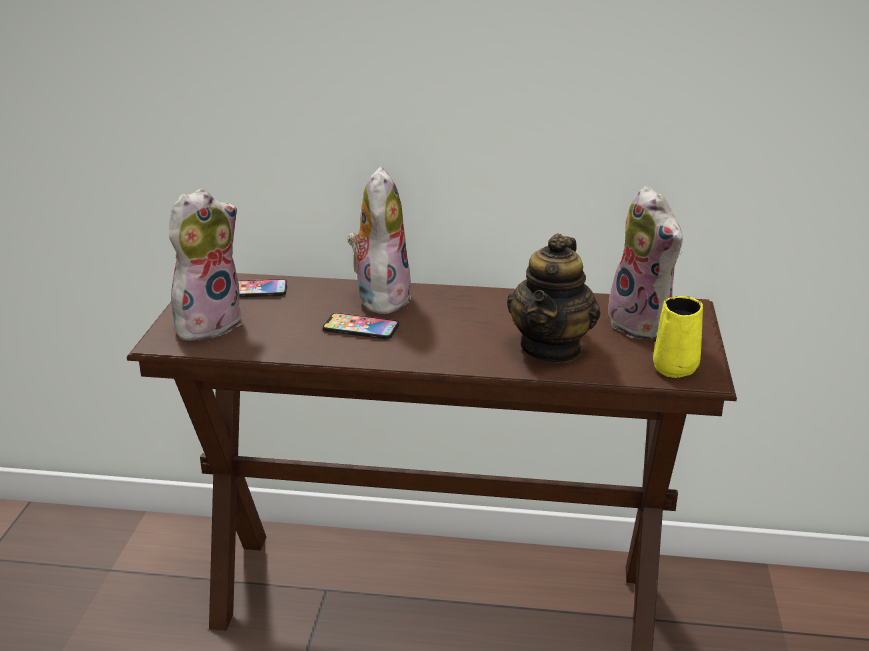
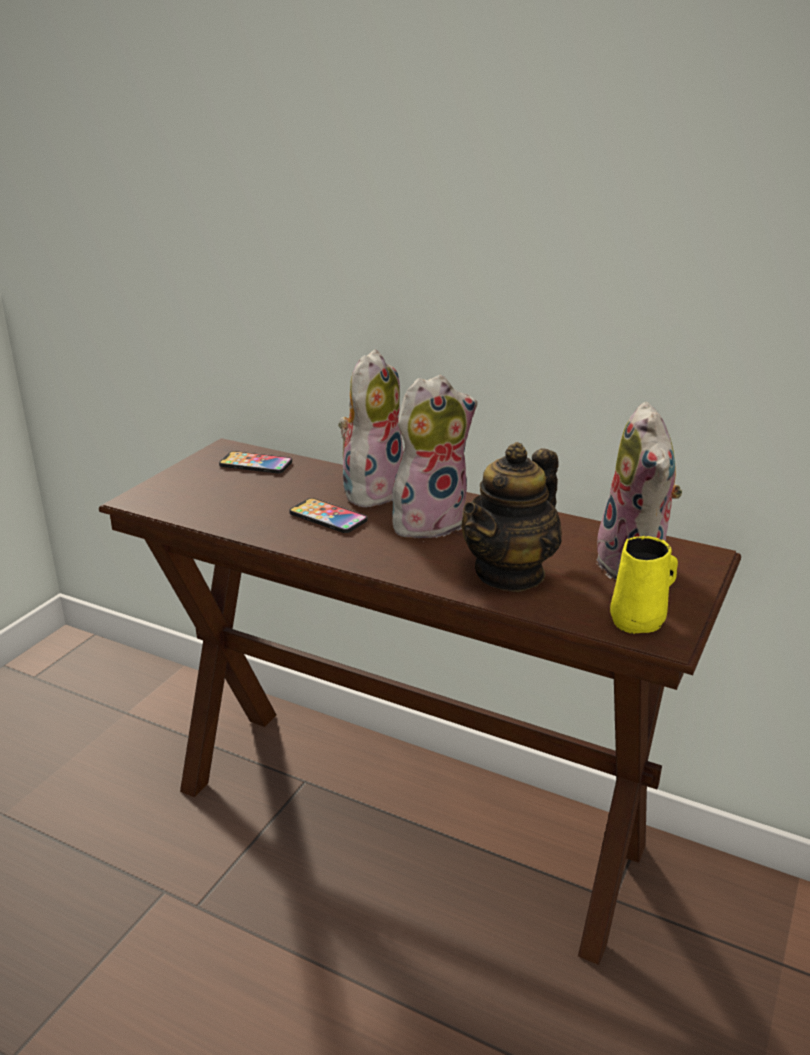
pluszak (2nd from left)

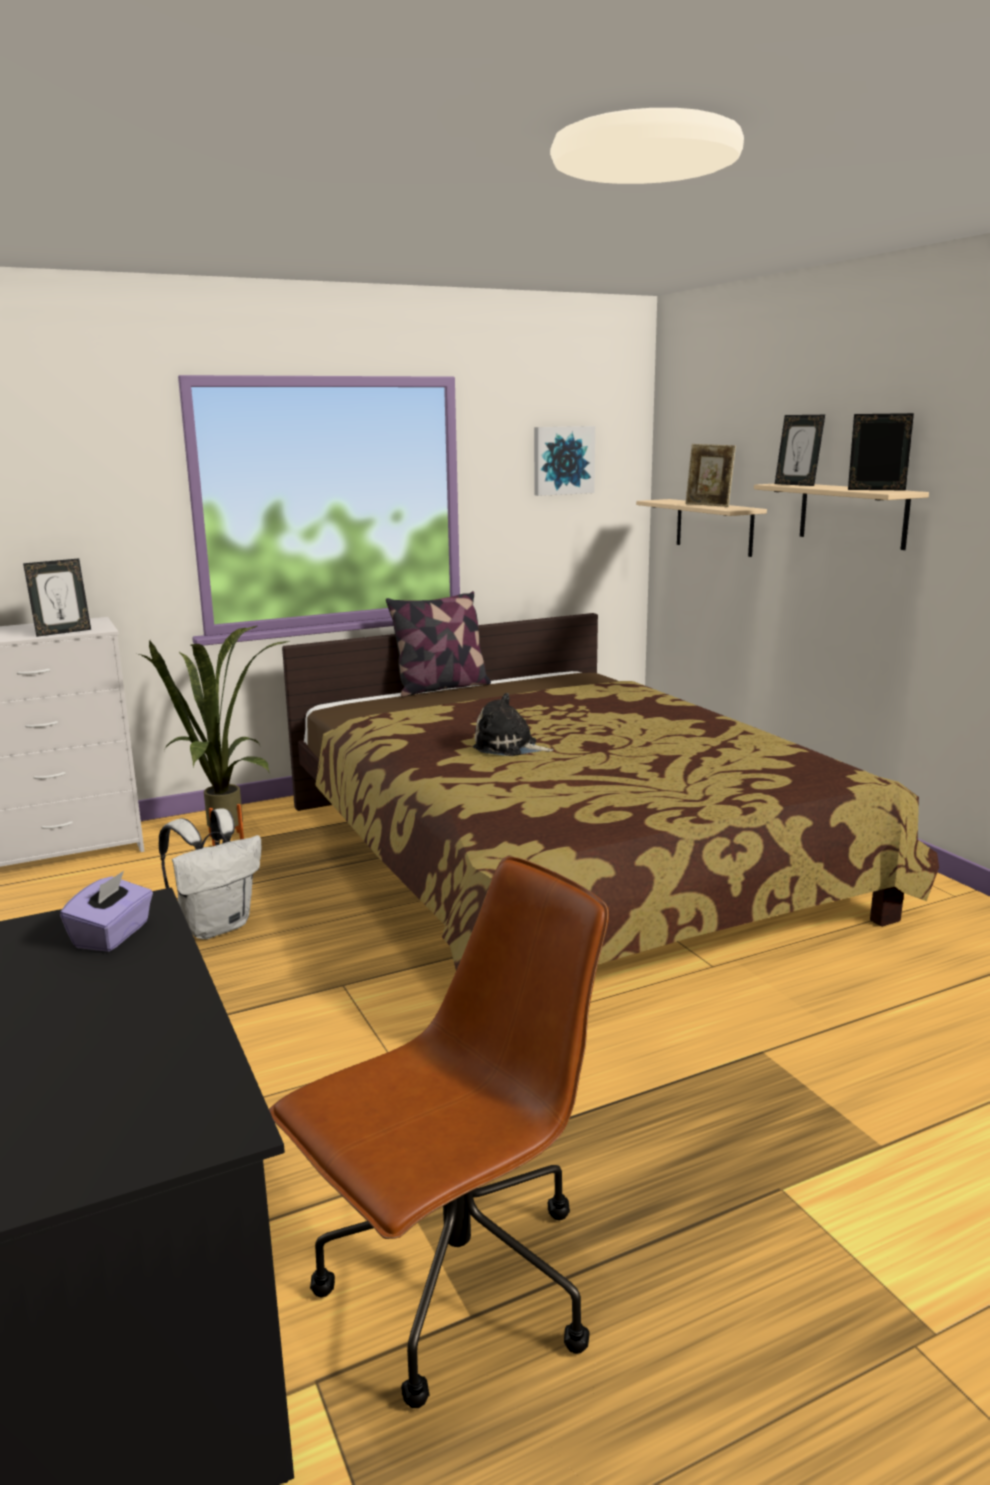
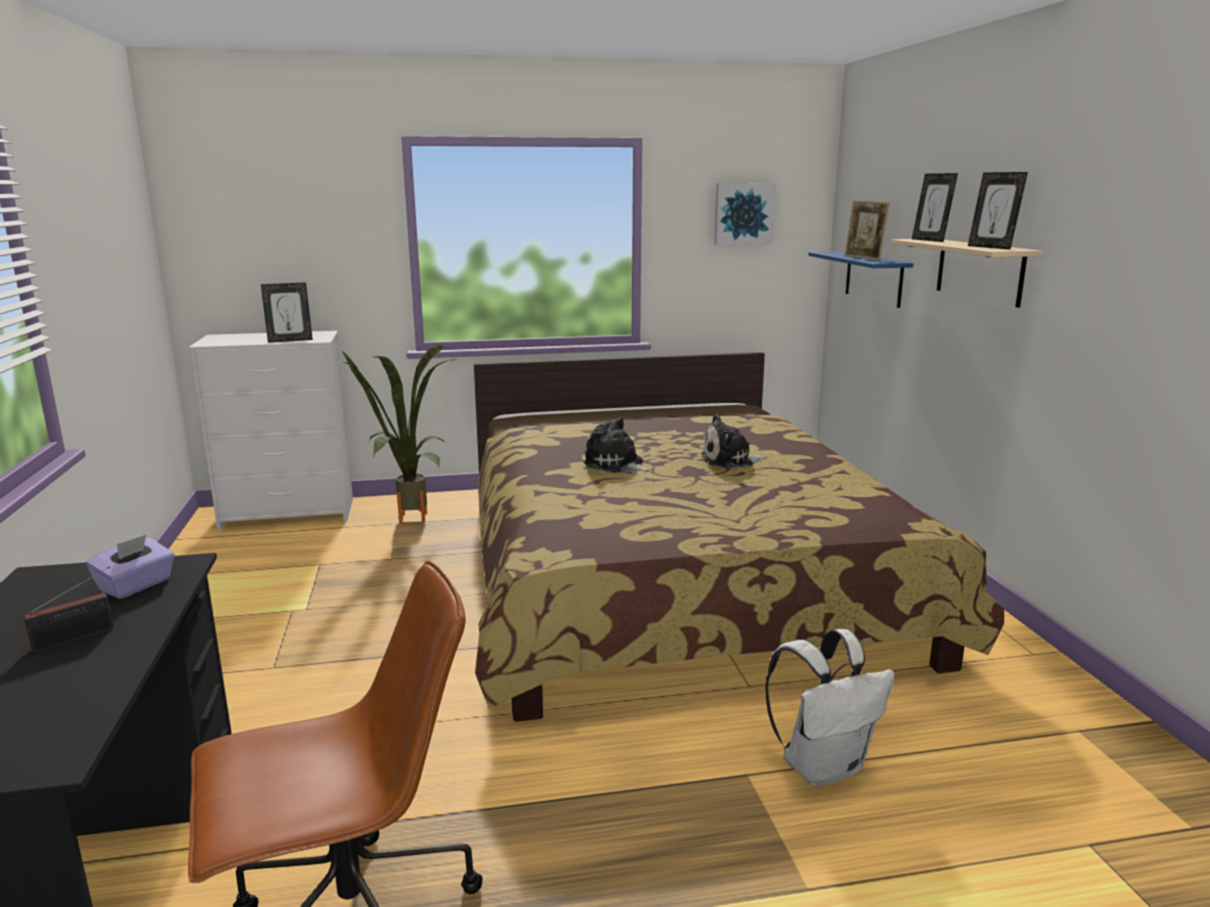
poduszka
radio
pluszak (2nd from left)
plecak [biały]
półka [niebieski]
ramka na zdjęcie (4th from left)

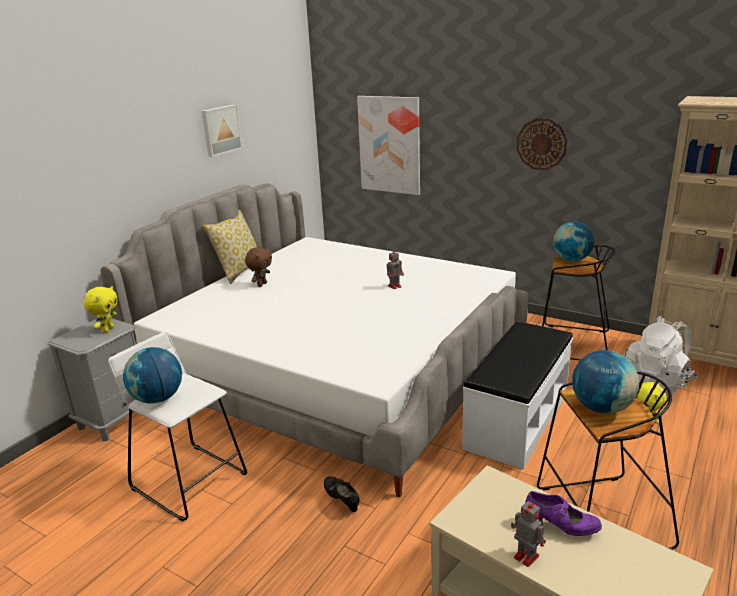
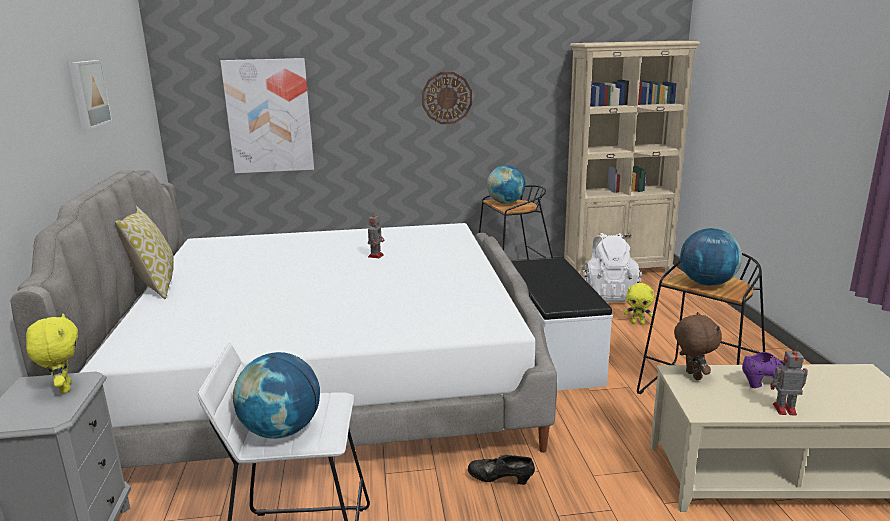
pluszak [brązowy]

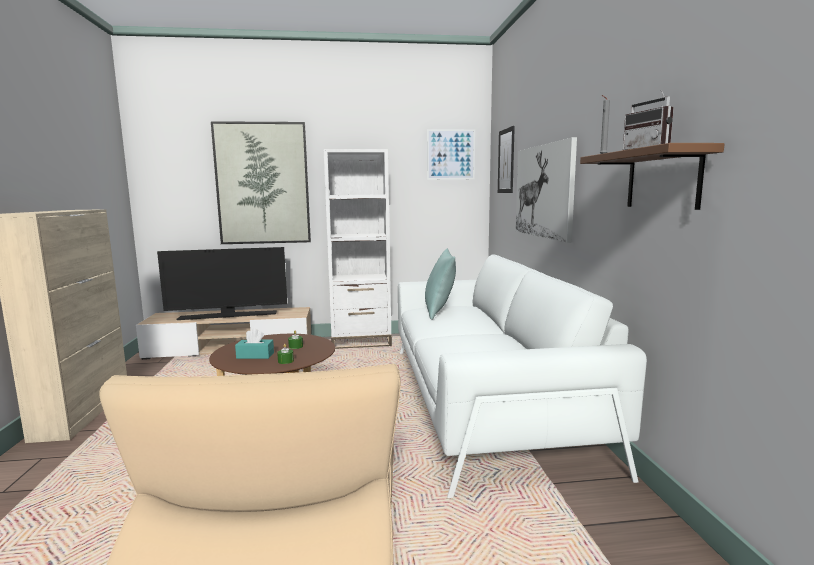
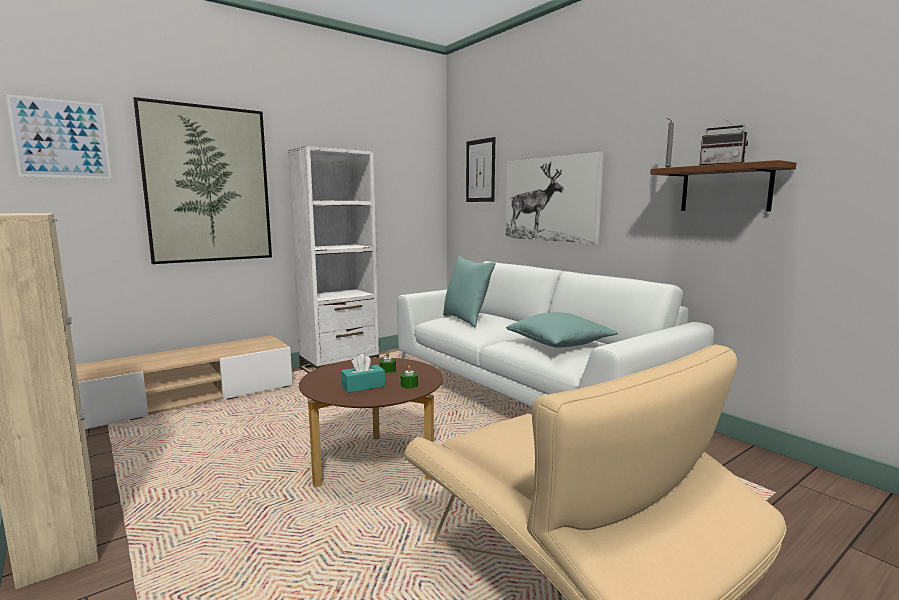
telewizor
poduszka [turkusowy] (2nd from left)
obraz (1st from left)

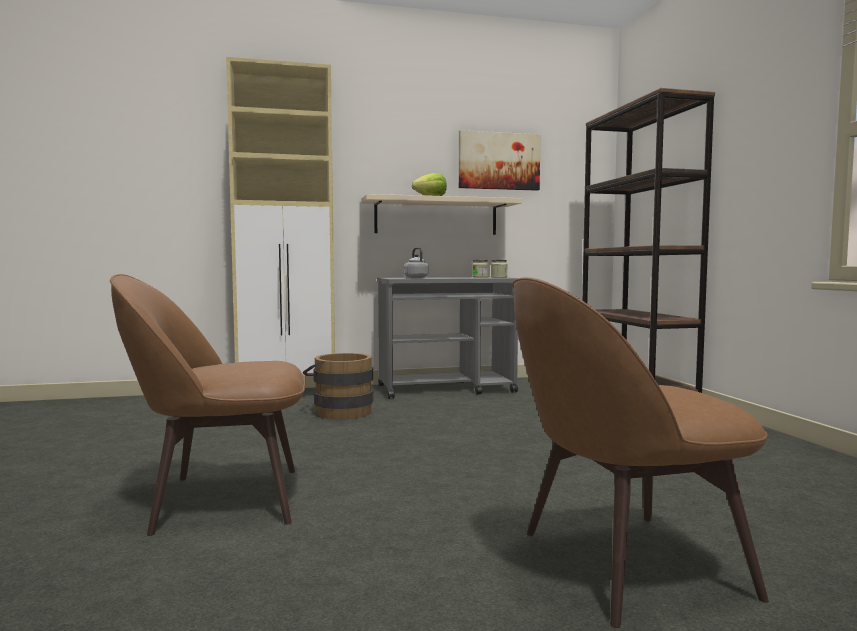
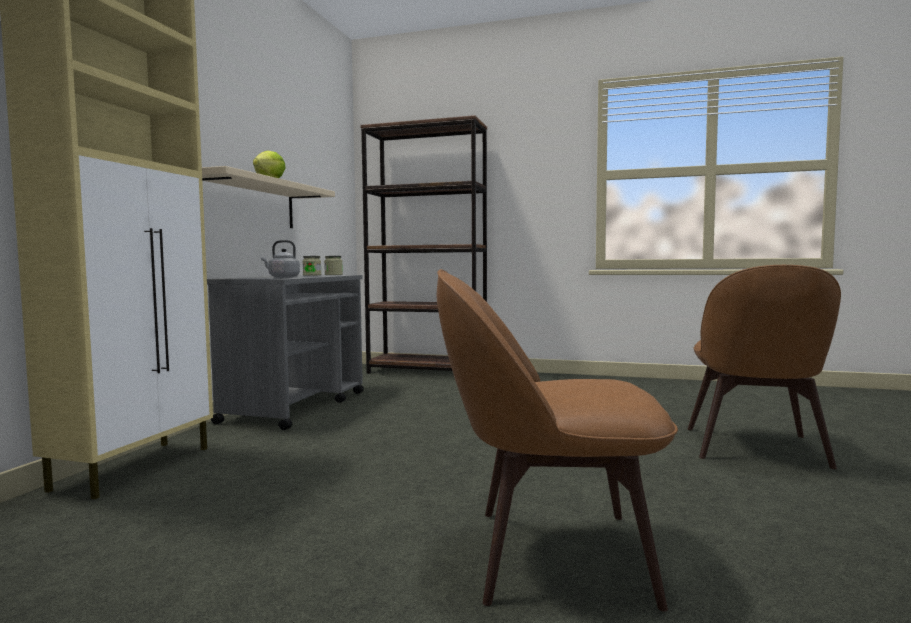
wiadro [brązowy]
obraz
krzesło [brązowy] (1st from left)

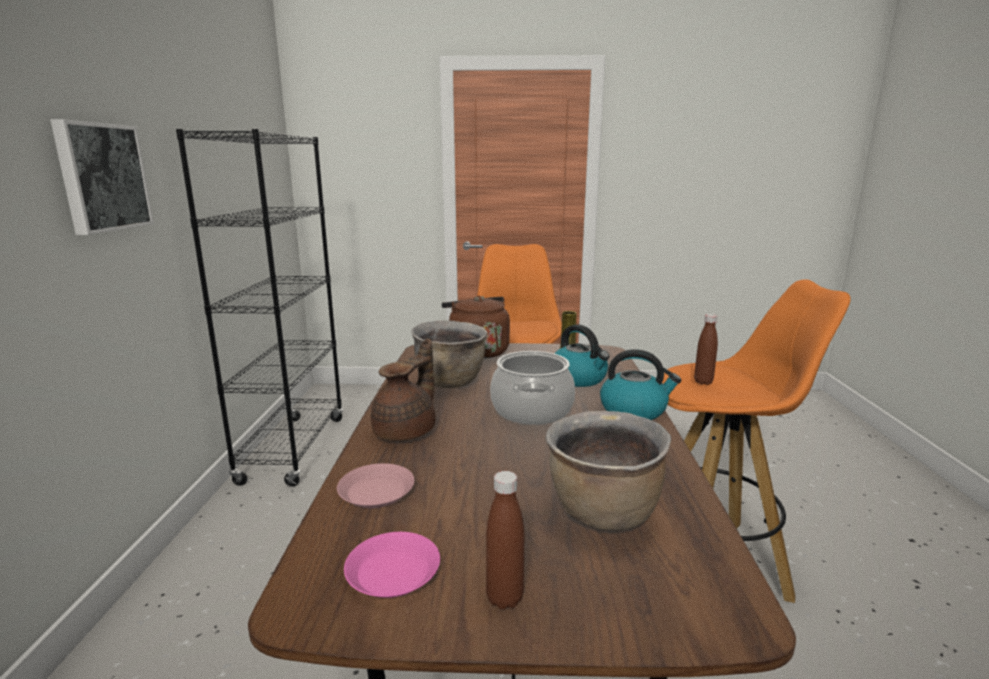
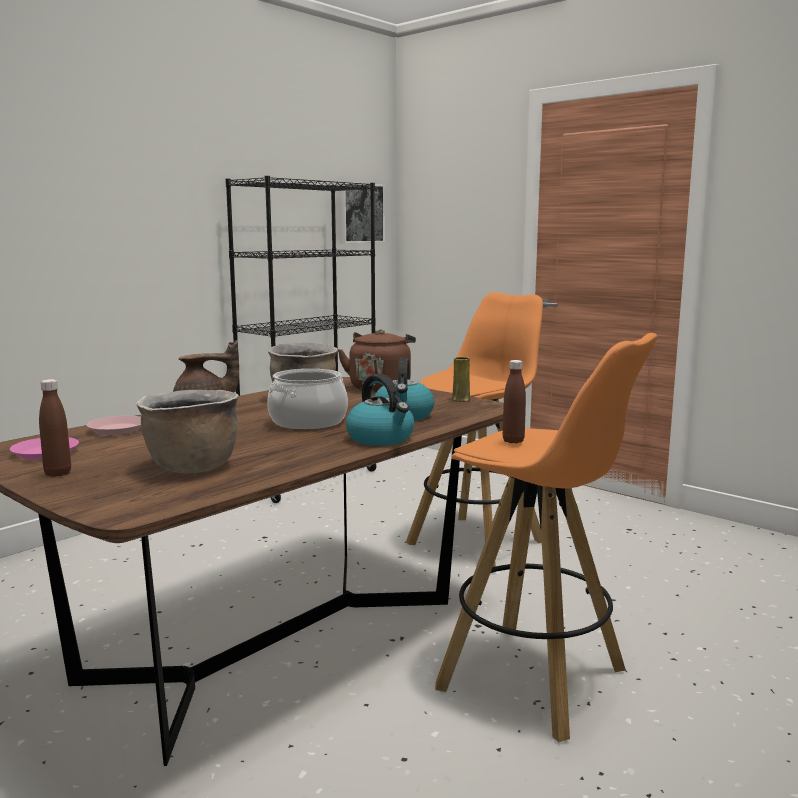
obraz

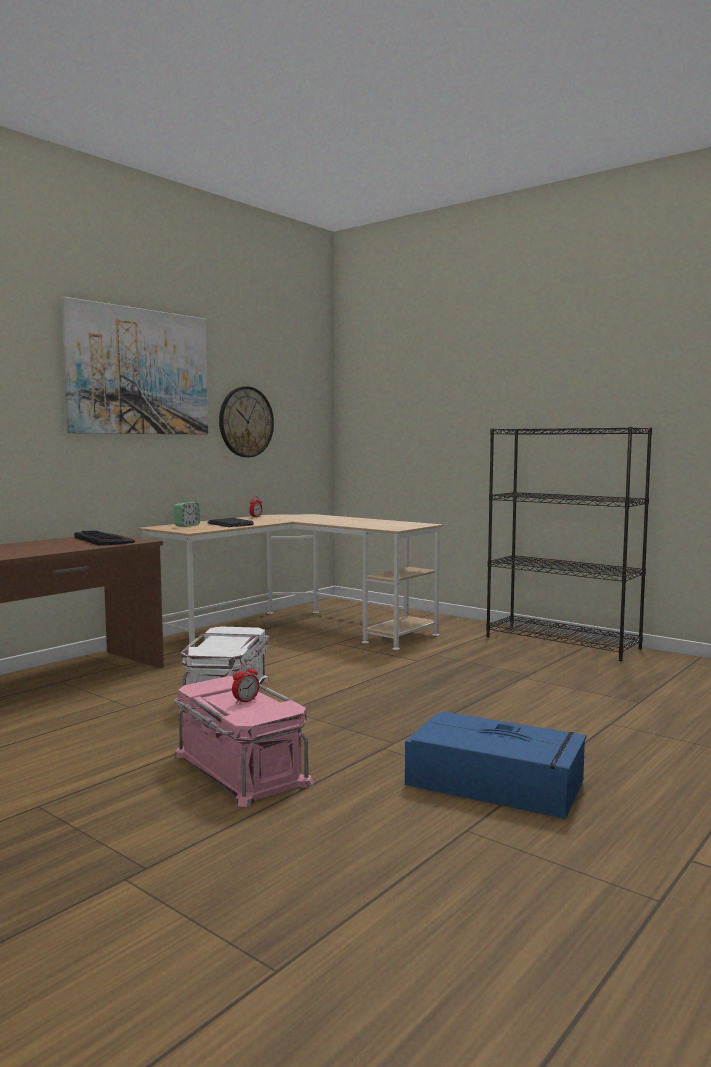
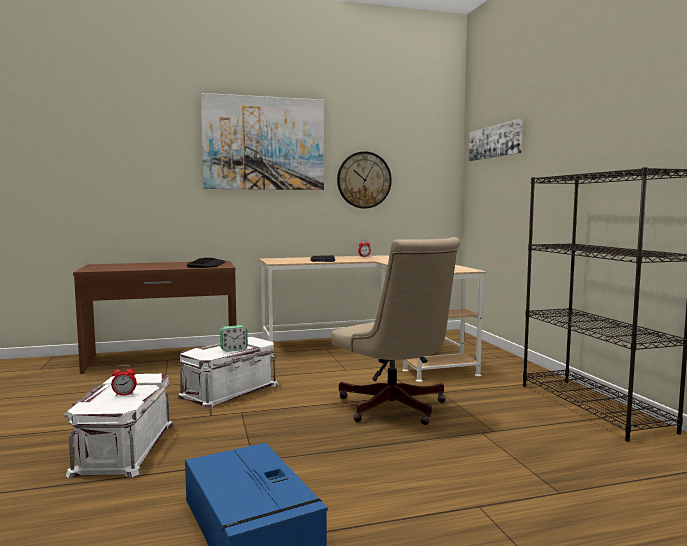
krzesło biurowe [beżowy]
obraz (2nd from left)
budzik (2nd from left)
pojemnik do przechowywania [biały] (1st from left)

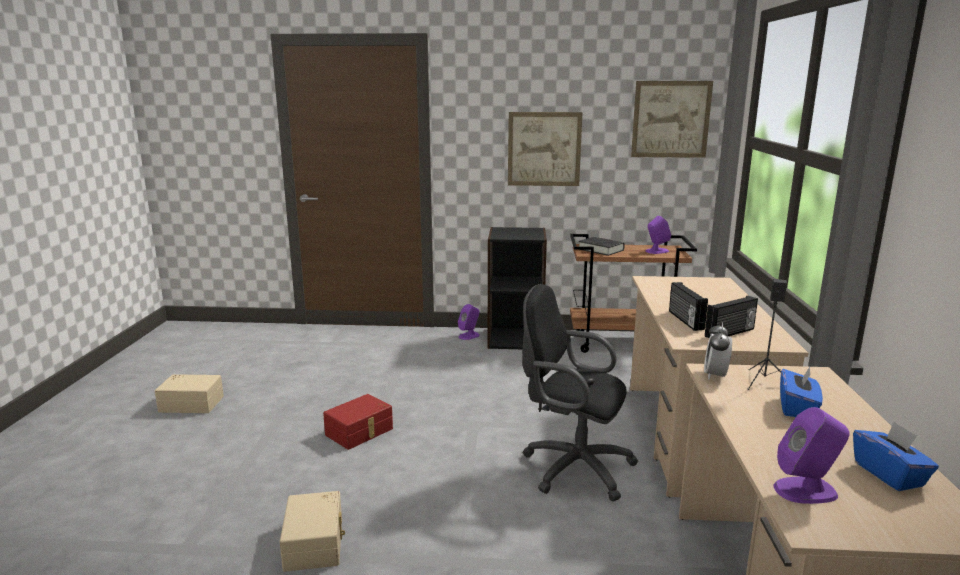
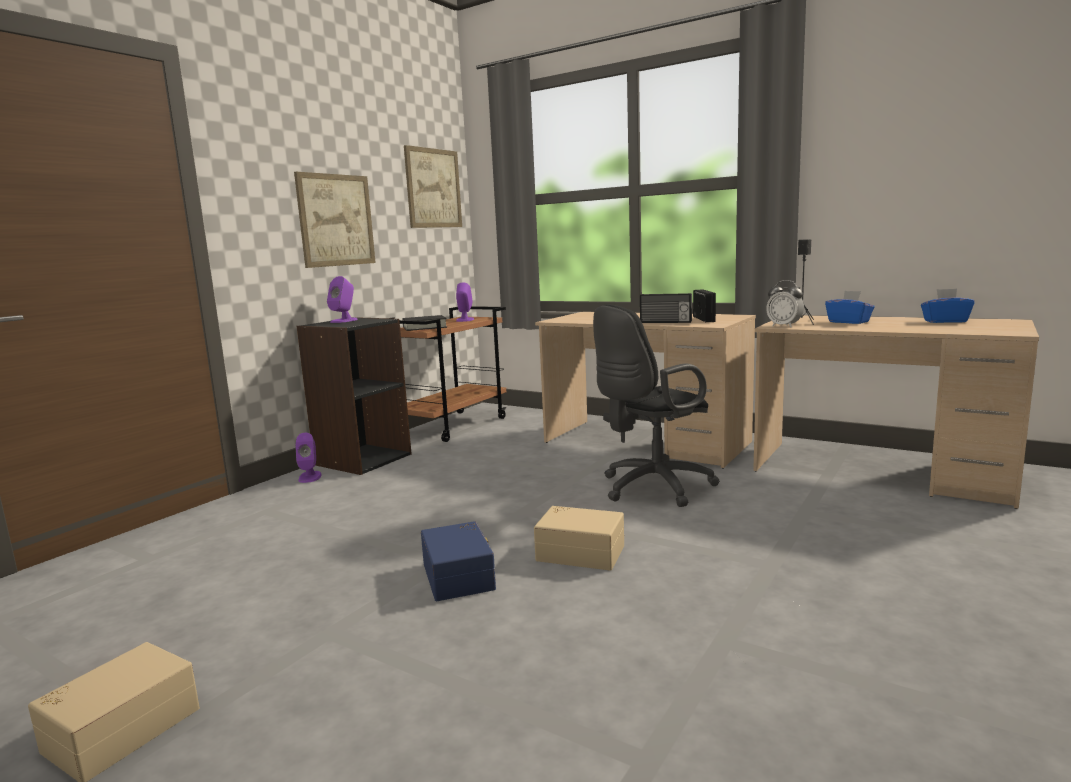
pojemnik do przechowywania [beżowy] (2nd from left)
głośnik [fioletowy] (2nd from left)
pojemnik do przechowywania [niebieski]

